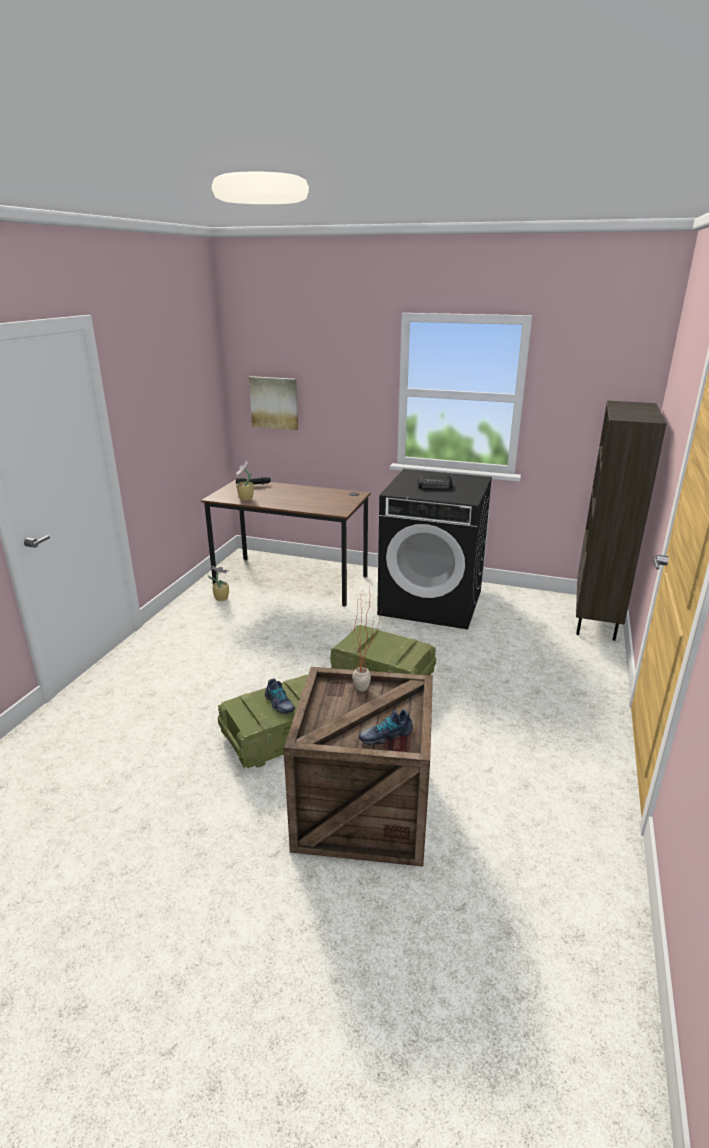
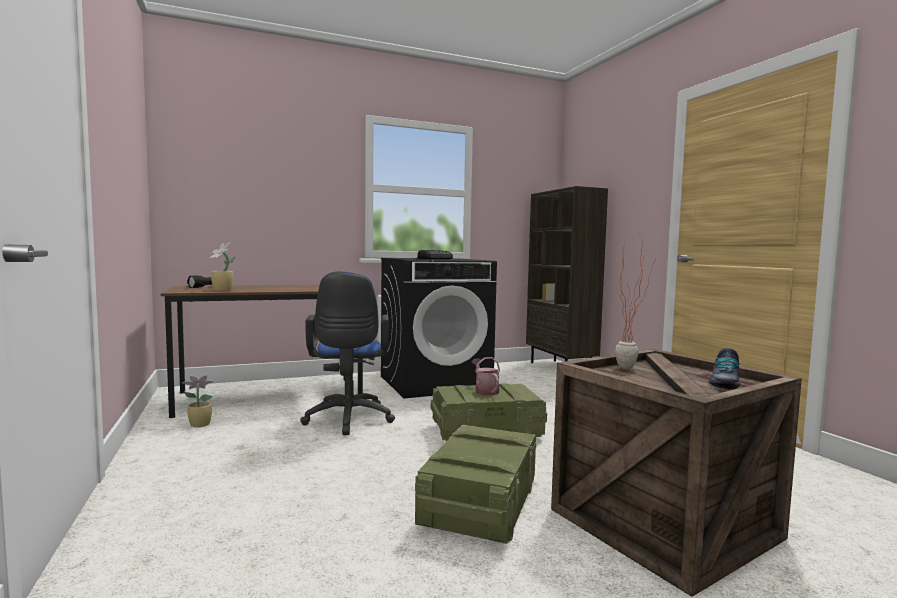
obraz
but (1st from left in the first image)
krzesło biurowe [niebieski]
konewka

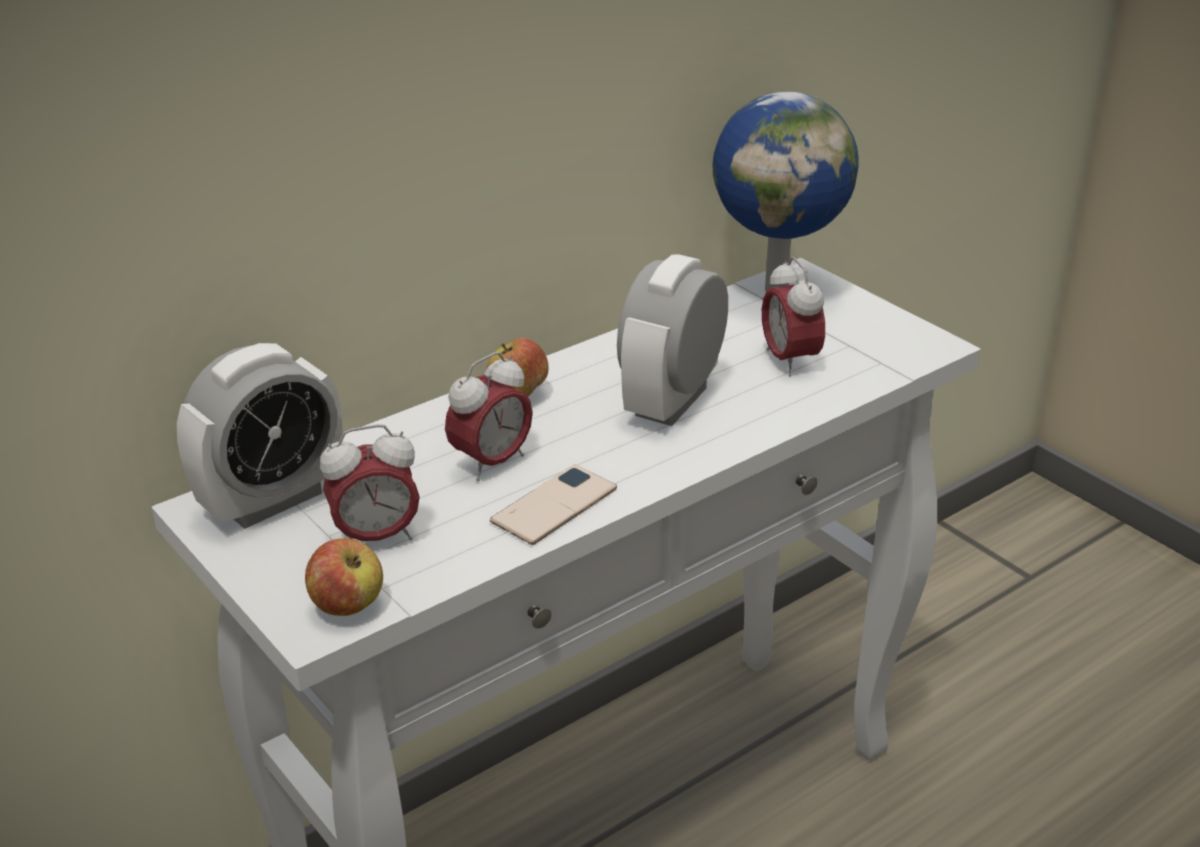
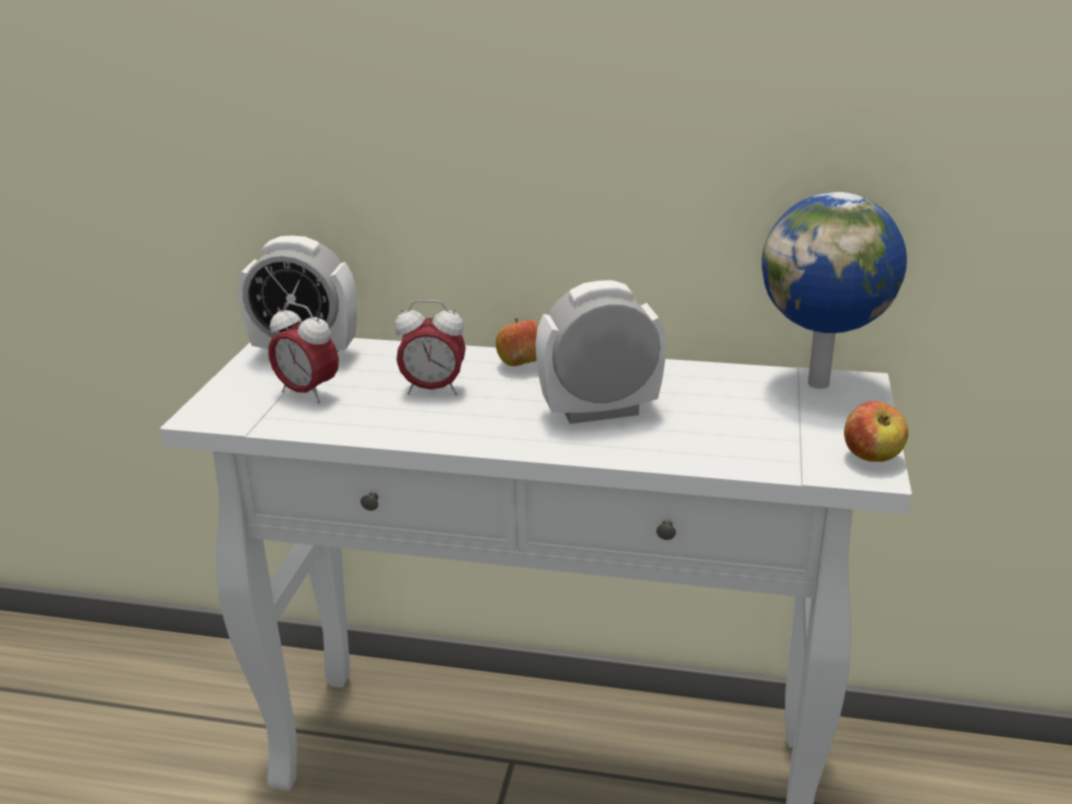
telefon
budzik (5th from left in the first image)
jabłko (2nd from left)

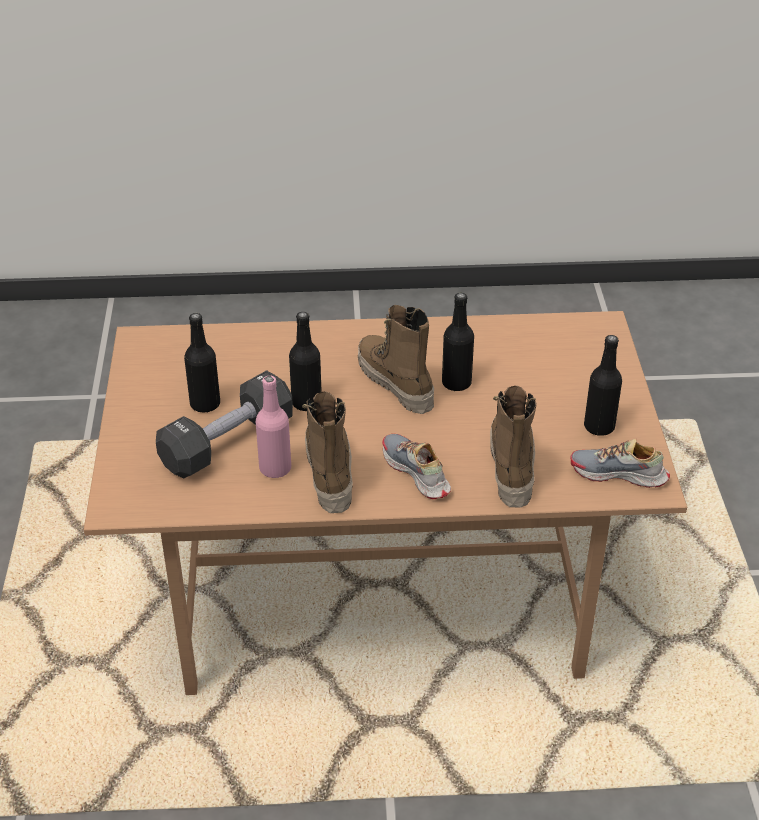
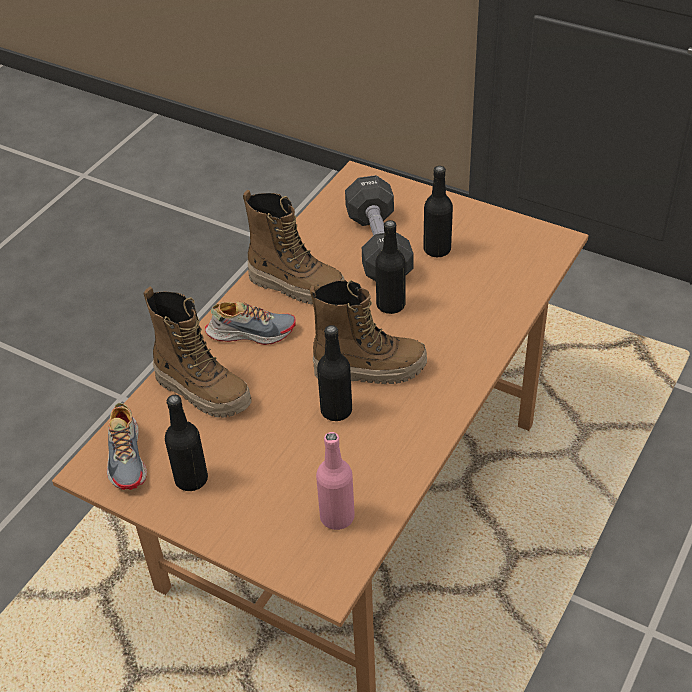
butelka [różowy]
but (1st from left)

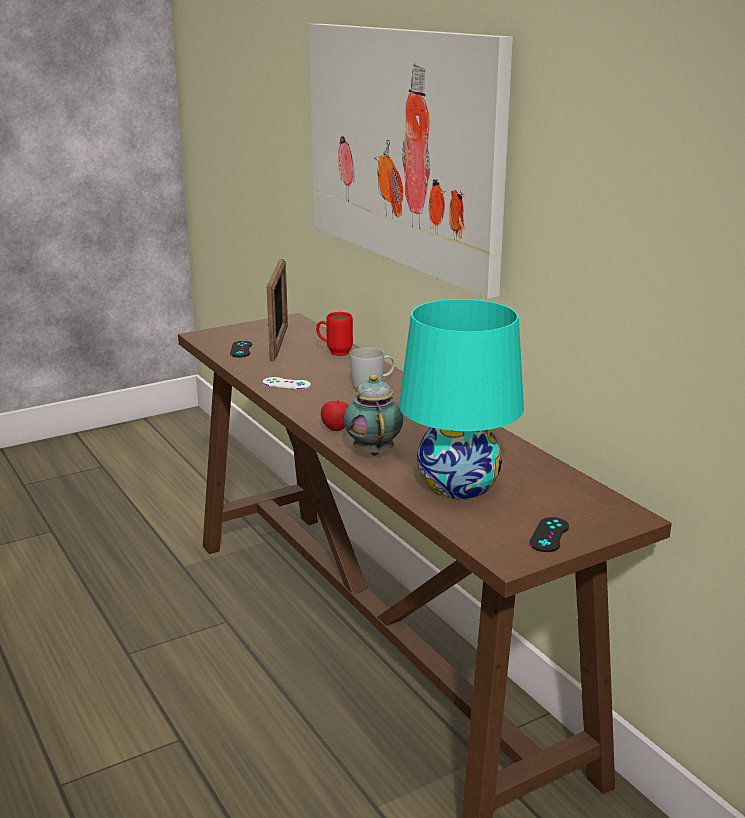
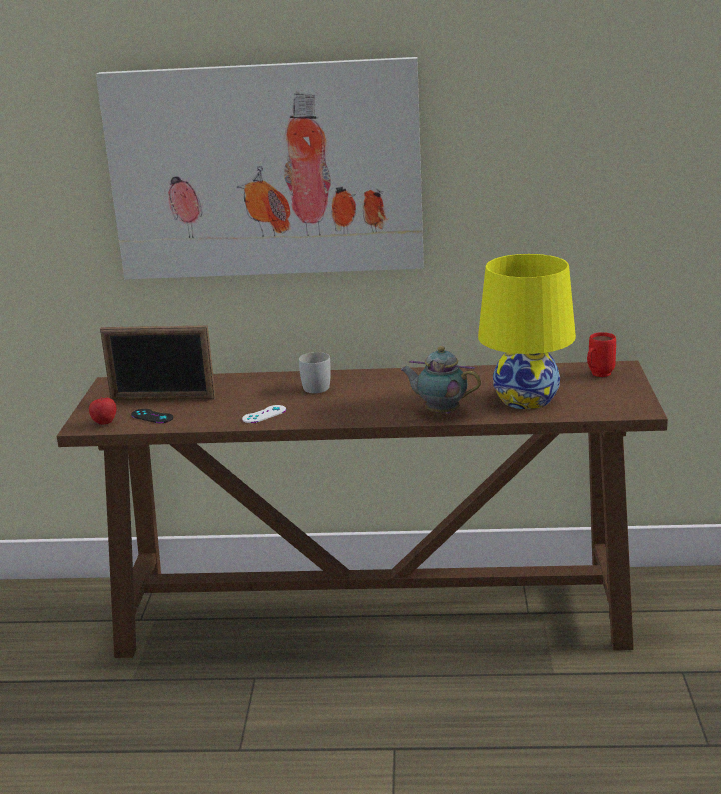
pad do gier [czarny] (2nd from left in the first image)
kubek [czerwony]
jabłko
lampa stołowa [żółty]
ramka na zdjęcie

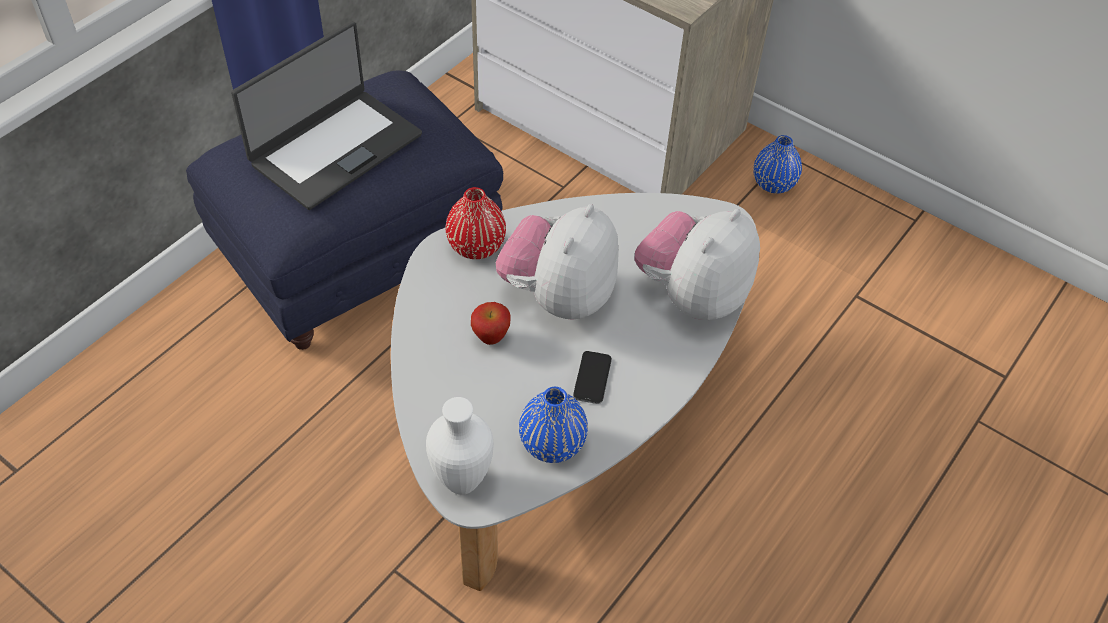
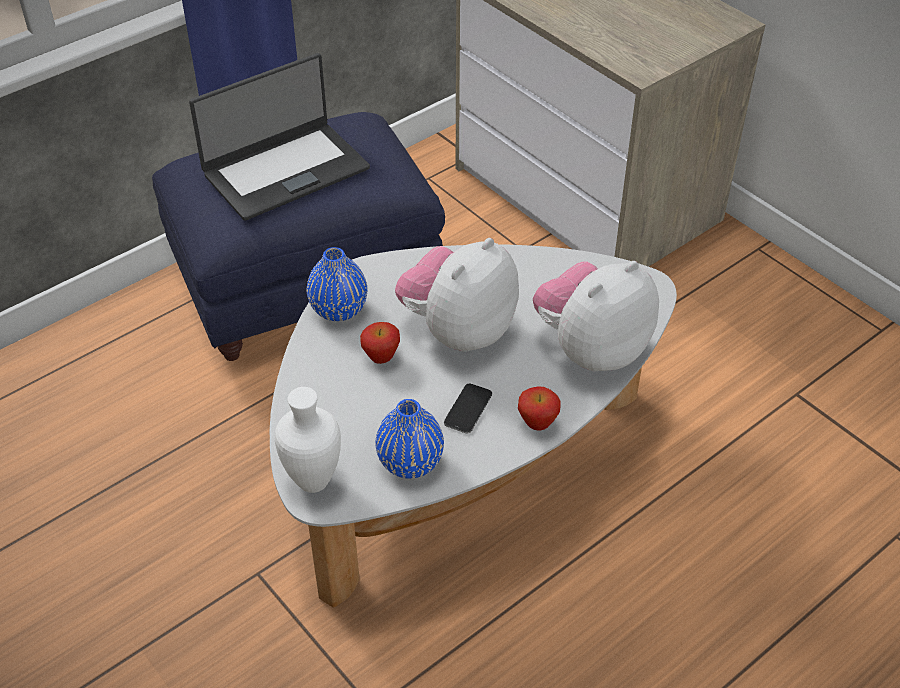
wazon [czerwony]
jabłko (2nd from left)
wazon [niebieski] (1st from left)

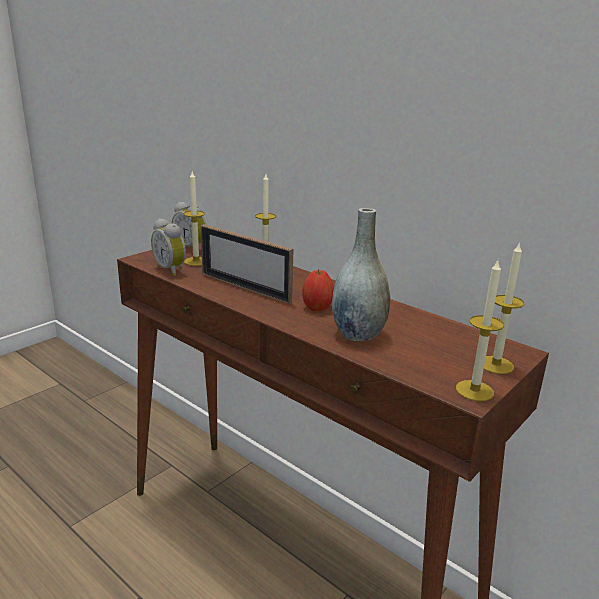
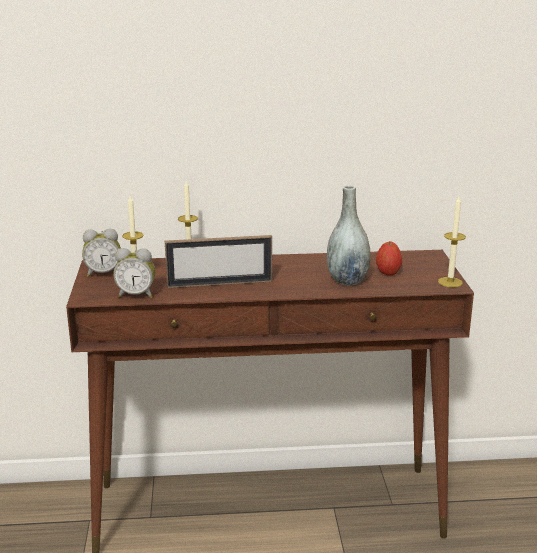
świeca (4th from left in the first image)
jabłko

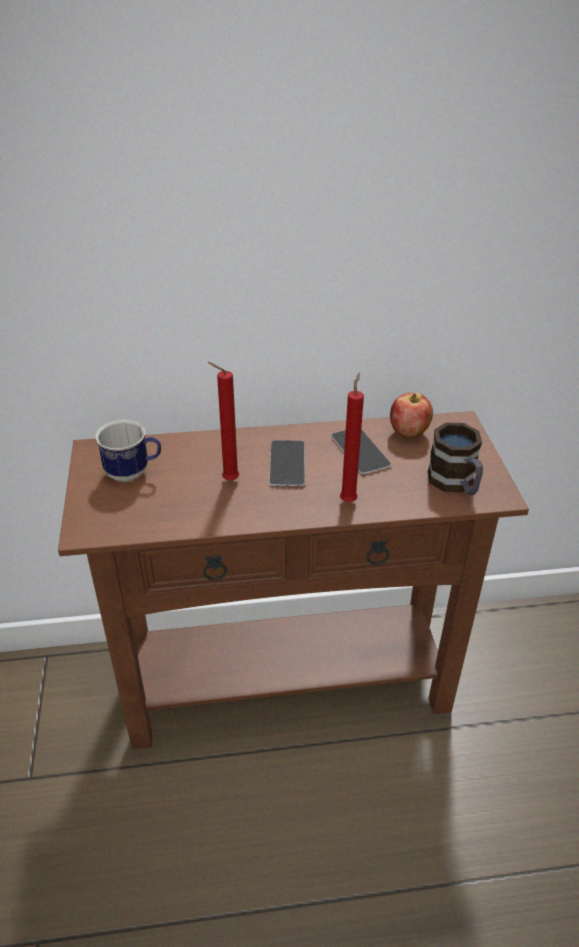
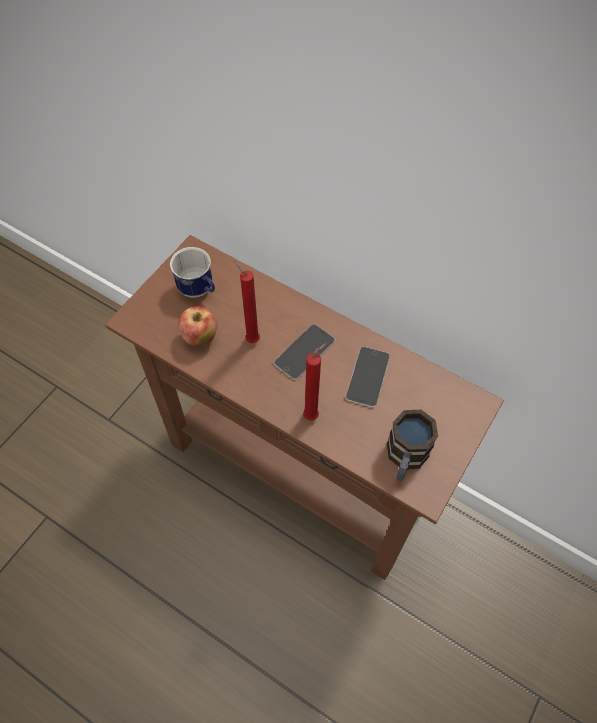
jabłko

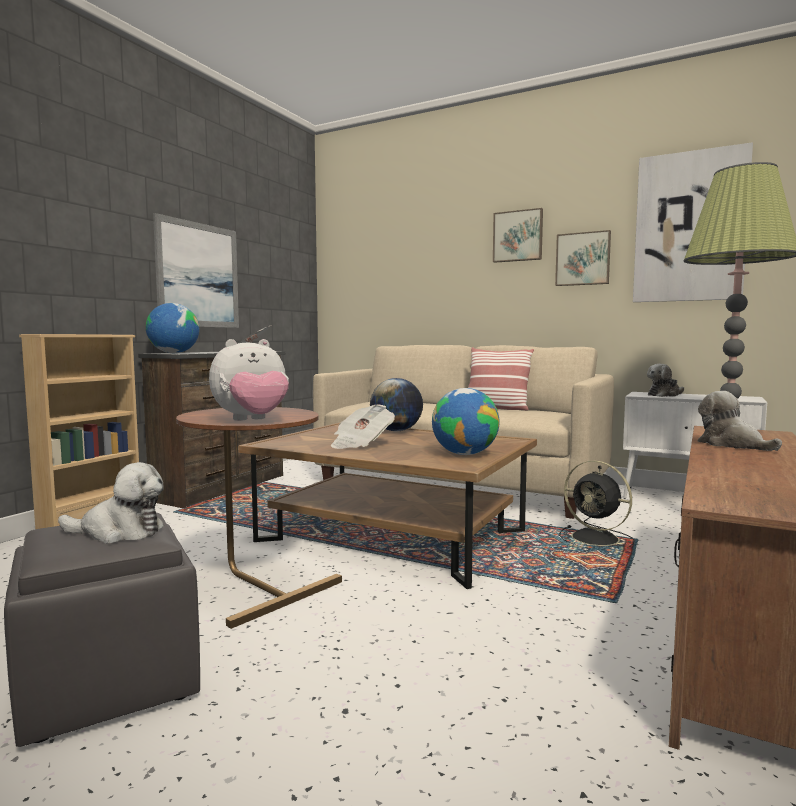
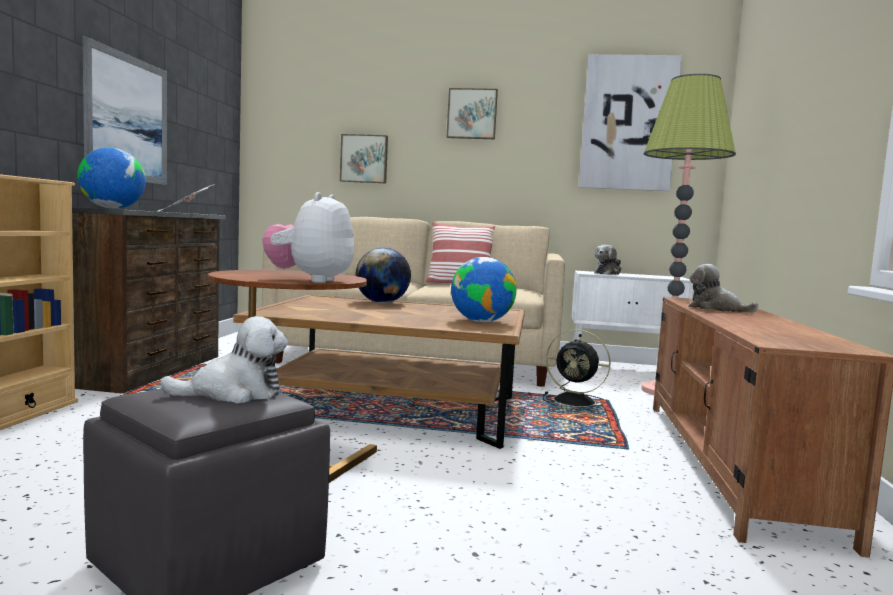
gazeta (2nd from left in the first image)
obraz (2nd from left)
pluszak (2nd from left)

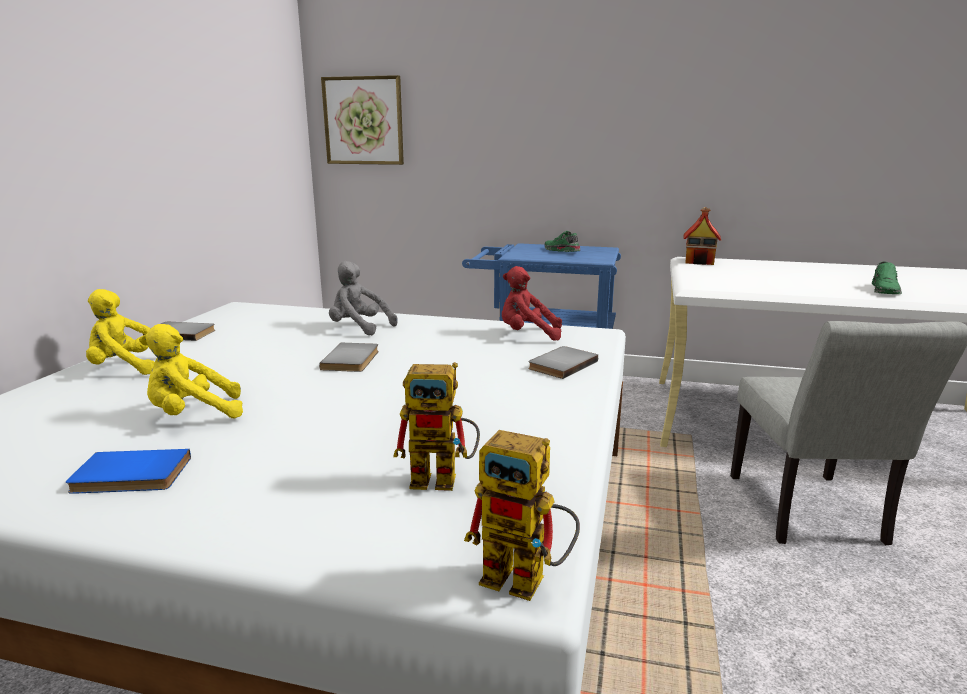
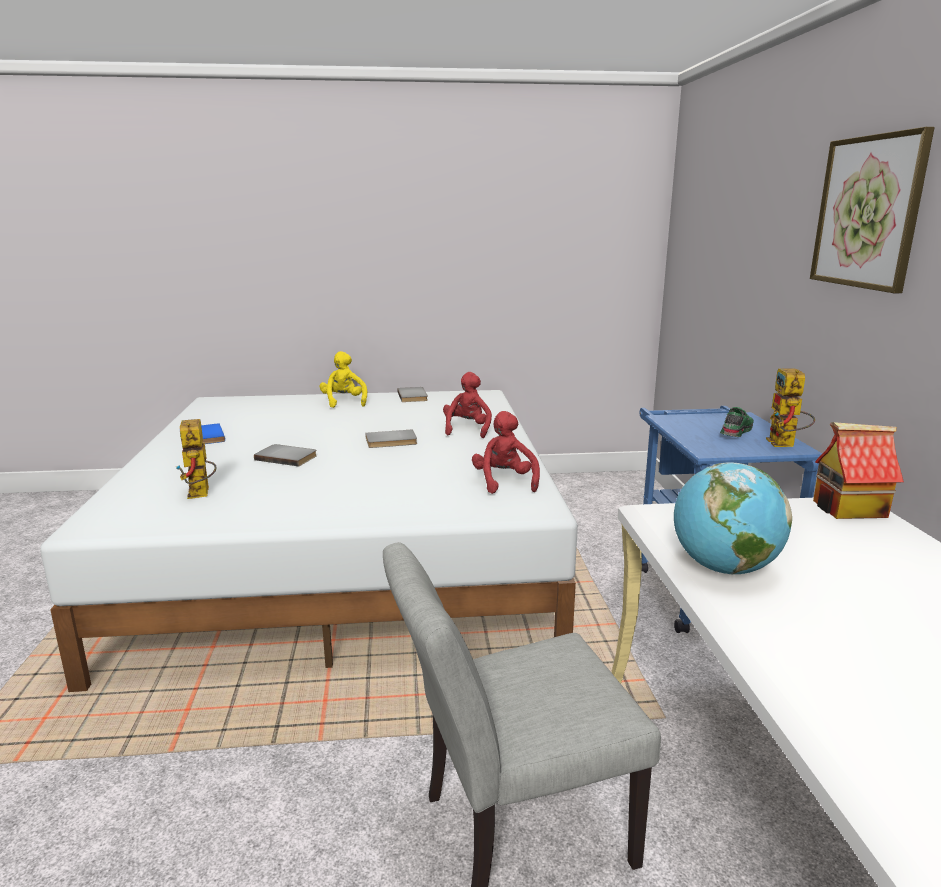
pluszak [żółty] (2nd from left in the first image)
but [zielony] (2nd from left in the first image)
globus
obraz
robot zabawkowy (2nd from left)
książka [szary] (1st from left)
pluszak [czerwony] (1st from left)

